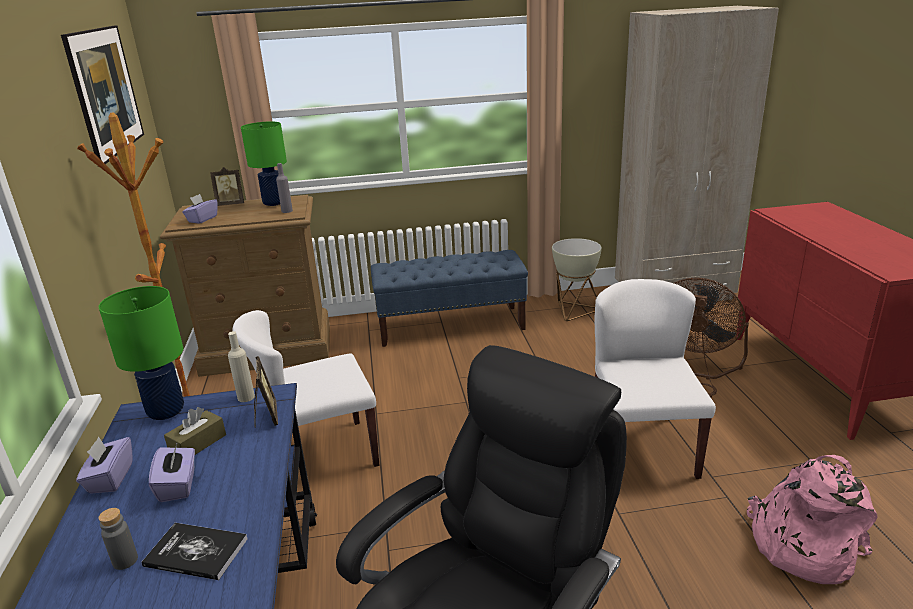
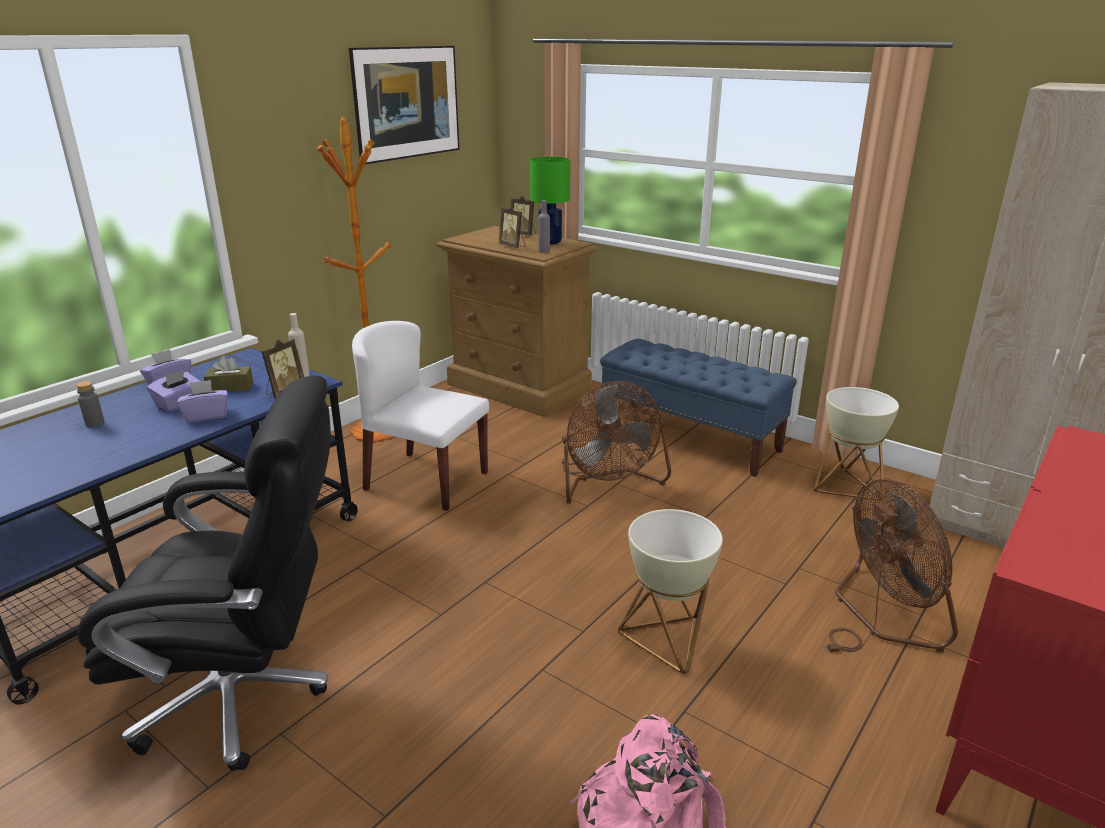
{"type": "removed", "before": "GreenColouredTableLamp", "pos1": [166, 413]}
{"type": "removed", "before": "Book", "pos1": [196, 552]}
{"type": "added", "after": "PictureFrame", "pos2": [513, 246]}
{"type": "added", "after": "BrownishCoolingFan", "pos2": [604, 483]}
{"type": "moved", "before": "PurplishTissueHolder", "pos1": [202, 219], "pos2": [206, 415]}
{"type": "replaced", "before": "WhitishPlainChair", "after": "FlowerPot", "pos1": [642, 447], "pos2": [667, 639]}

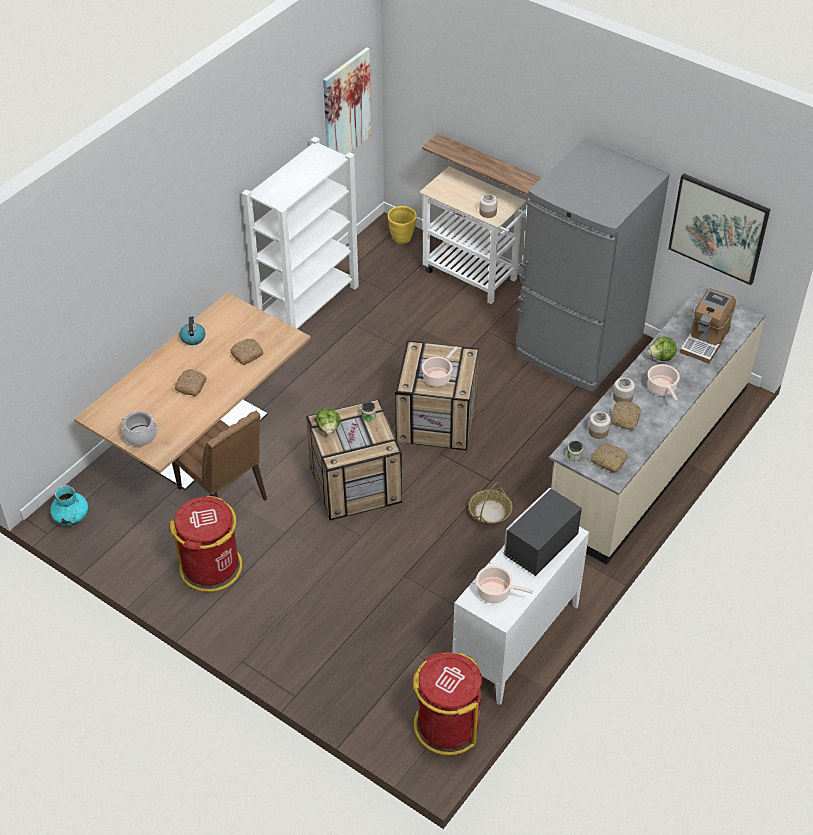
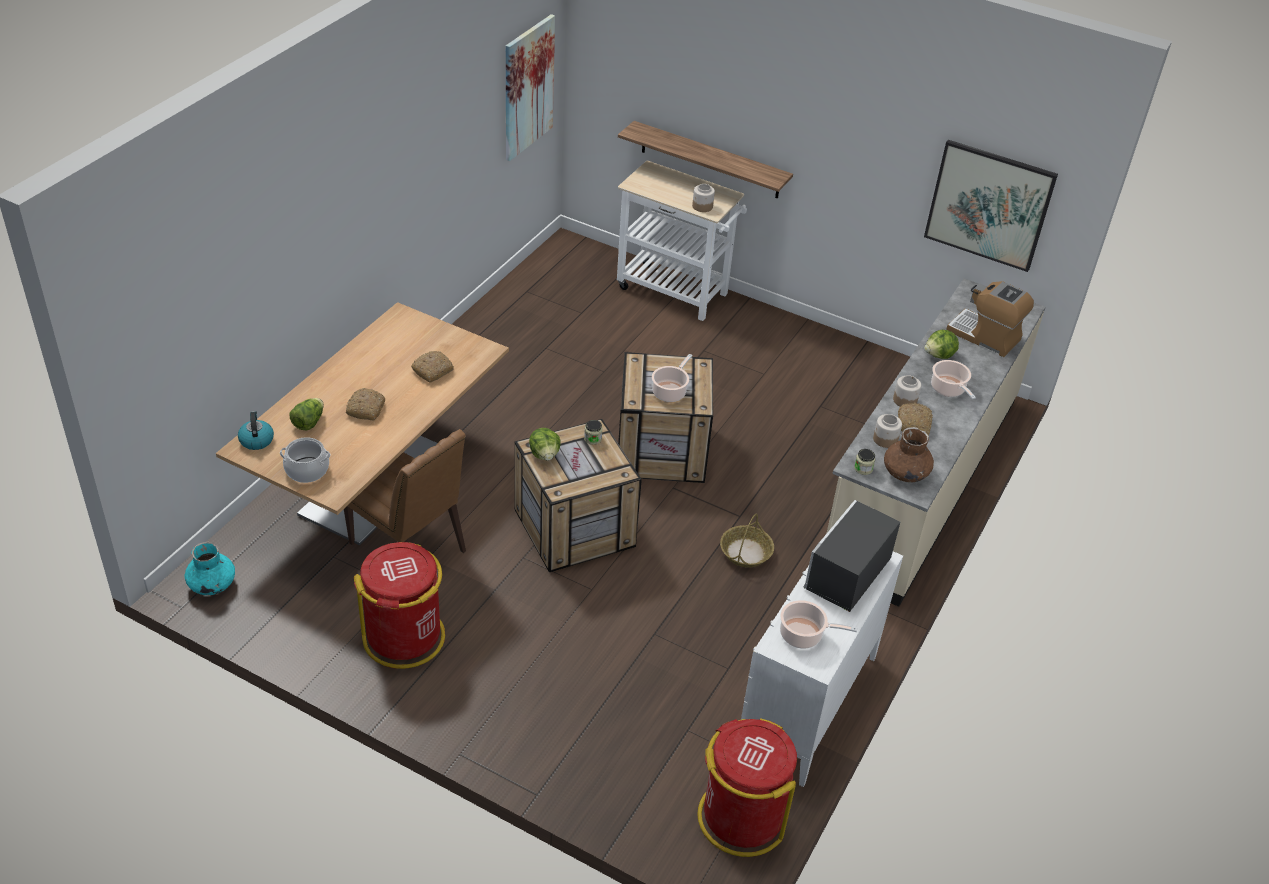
{"type": "removed", "before": "WhitishShelvingUnit", "pos1": [307, 305]}
{"type": "removed", "before": "YellowishFlowerPot", "pos1": [402, 239]}
{"type": "removed", "before": "GreyishKitchenFridge", "pos1": [578, 346]}
{"type": "added", "after": "LettuceHead", "pos2": [309, 422]}
{"type": "moved", "before": "WaterKettle", "pos1": [193, 337], "pos2": [256, 440]}
{"type": "replaced", "before": "BakeryBread", "after": "BrownishFlowerVase", "pos1": [608, 461], "pos2": [905, 472]}
{"type": "turned", "before": "CoffeeMaker", "pos1": [705, 341], "pos2": [985, 336], "turn": 105}

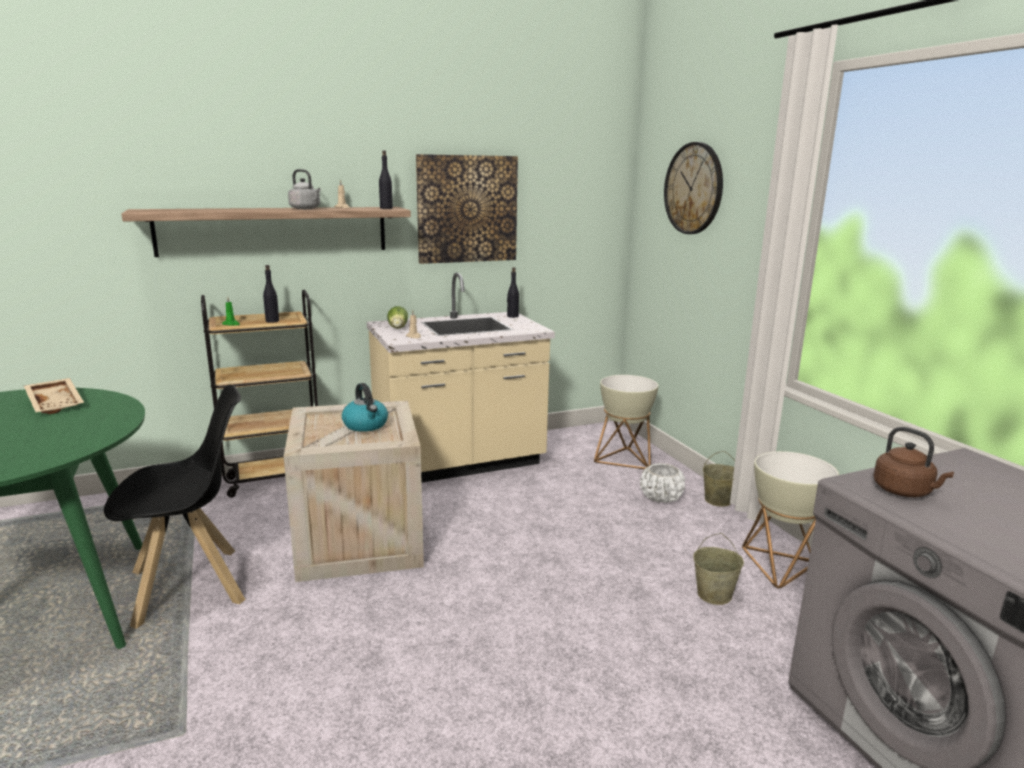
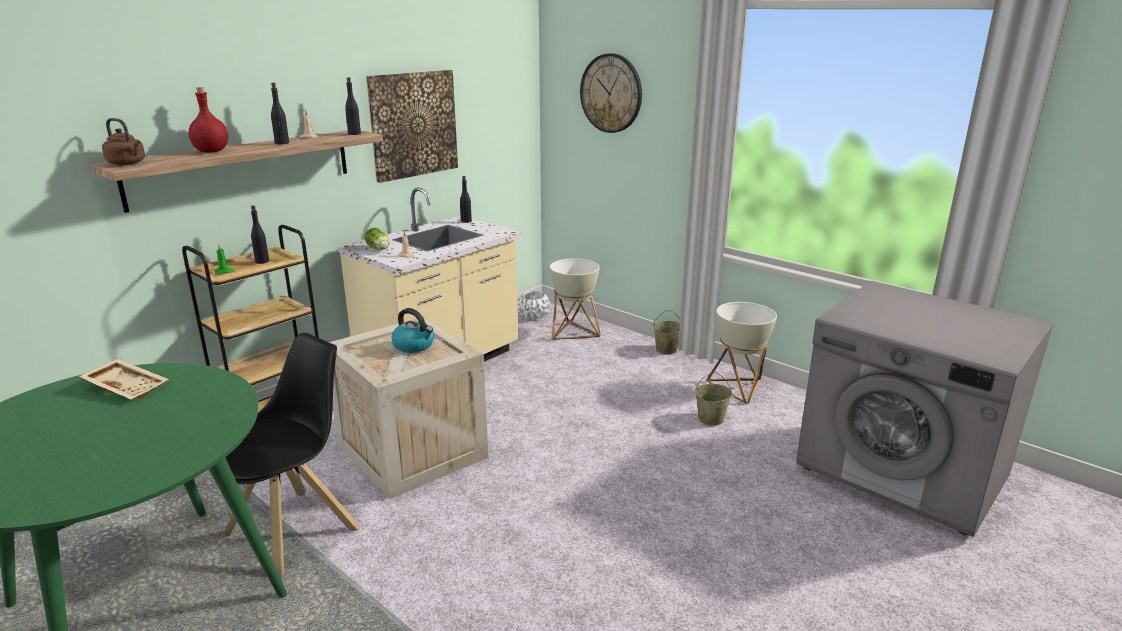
{"type": "added", "after": "RedBottle", "pos2": [212, 151]}
{"type": "moved", "before": "WhitishFlowerPot", "pos1": [661, 497], "pos2": [534, 316]}
{"type": "moved", "before": "BrownishWaterKettle", "pos1": [905, 491], "pos2": [128, 163]}
{"type": "replaced", "before": "GreyishWaterKettle", "after": "BlackColouredBottle", "pos1": [306, 209], "pos2": [282, 143]}

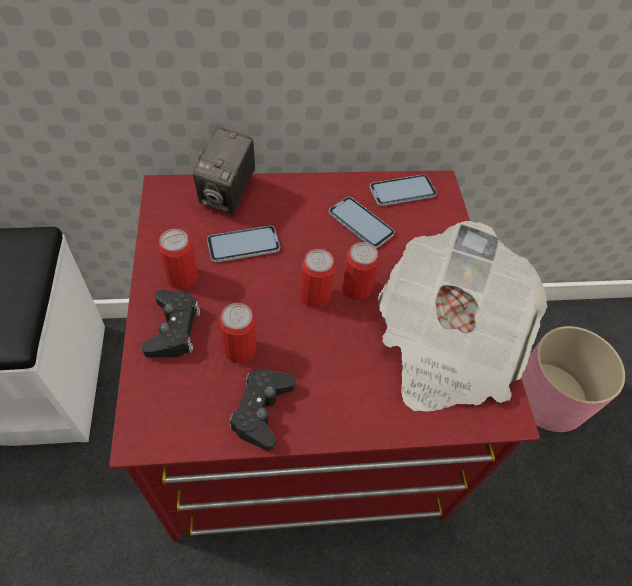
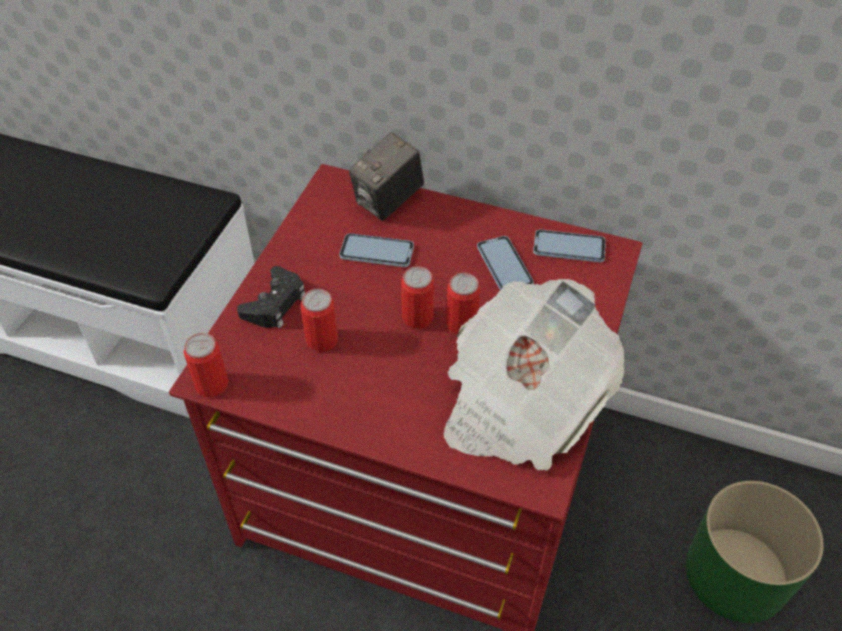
{"type": "removed", "before": "BlackColouredGamepad", "pos1": [262, 410]}
{"type": "moved", "before": "SealedCan", "pos1": [182, 277], "pos2": [212, 384]}
{"type": "recoloured", "before": "PinkFlowerPot", "after": "GreenColouredFlowerPot", "pos1": [550, 396], "pos2": [737, 575]}

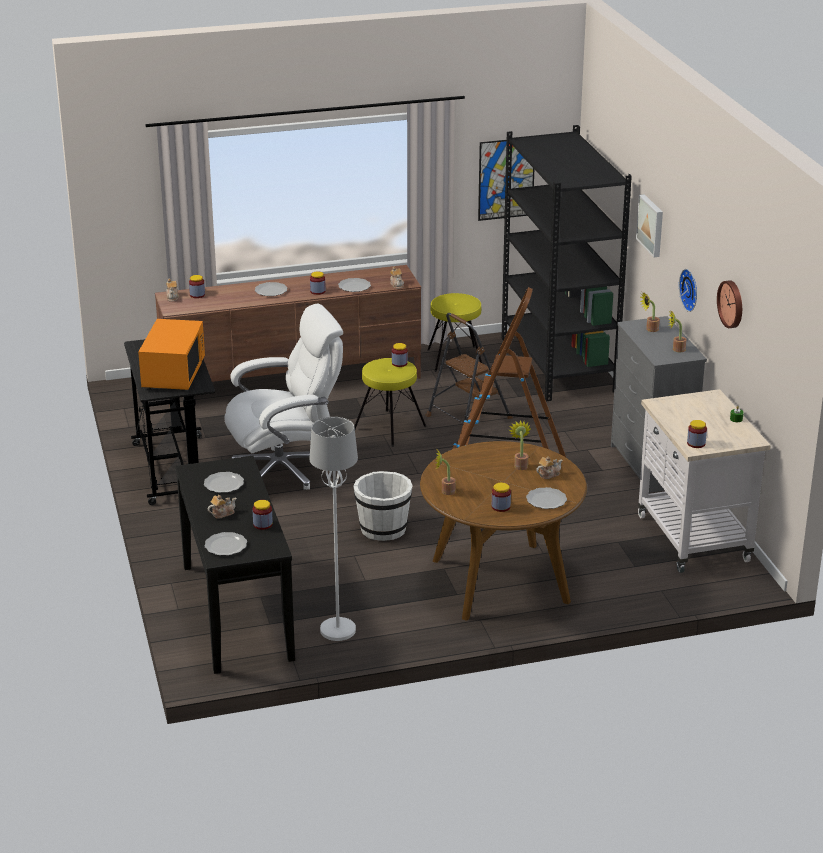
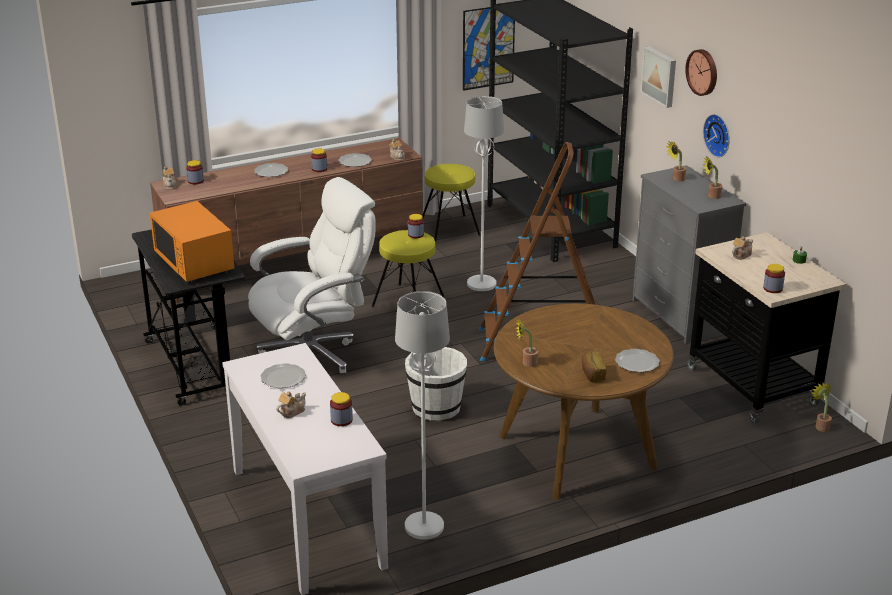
{"type": "removed", "before": "DinnerPlate", "pos1": [225, 545]}
{"type": "moved", "before": "PottedPlant", "pos1": [520, 465], "pos2": [821, 426]}
{"type": "moved", "before": "PotForTea", "pos1": [548, 474], "pos2": [741, 255]}
{"type": "moved", "before": "ClockOnTheWall", "pos1": [732, 304], "pos2": [703, 72]}
{"type": "replaced", "before": "BrownishStepladder", "after": "WhitishFloorLamp", "pos1": [466, 417], "pos2": [481, 284]}
{"type": "replaced", "before": "Jar", "after": "BakeryBread", "pos1": [501, 507], "pos2": [592, 374]}
{"type": "recoloured", "before": "BlackColouredHallTable", "after": "WhitishHallTable", "pos1": [236, 612], "pos2": [306, 518]}
{"type": "recoloured", "before": "WhitishTrolley", "after": "BlackColouredTrolley", "pos1": [694, 539], "pos2": [752, 387]}
{"type": "turned", "before": "OrangeyKitchenMicrowave", "pos1": [173, 374], "pos2": [195, 263], "turn": 150}

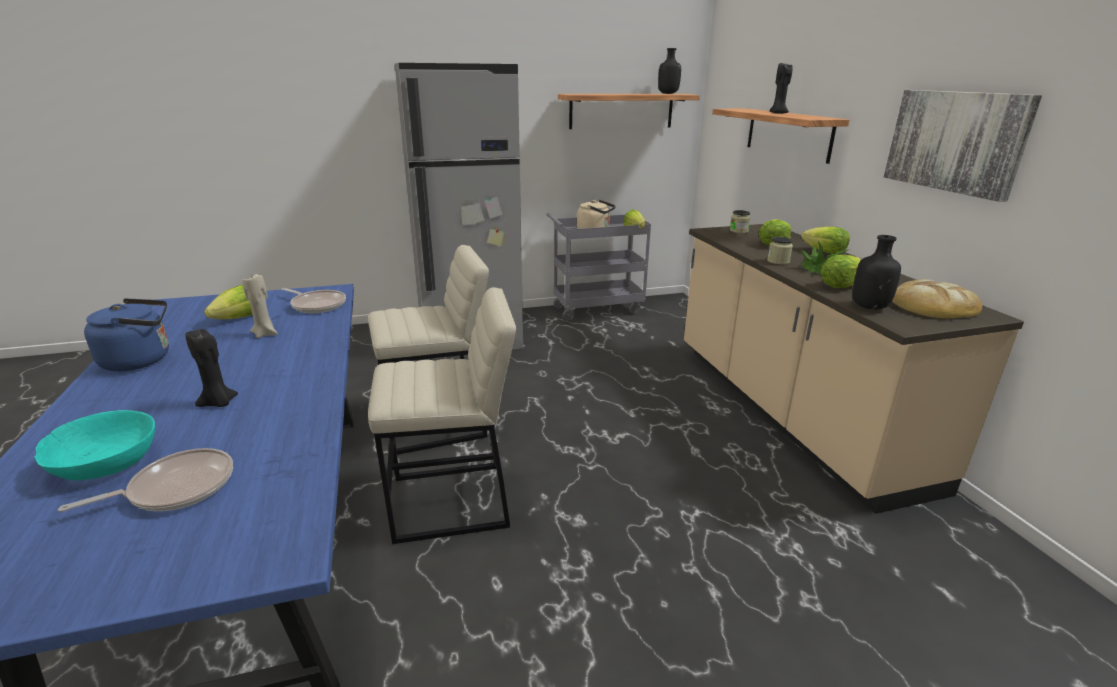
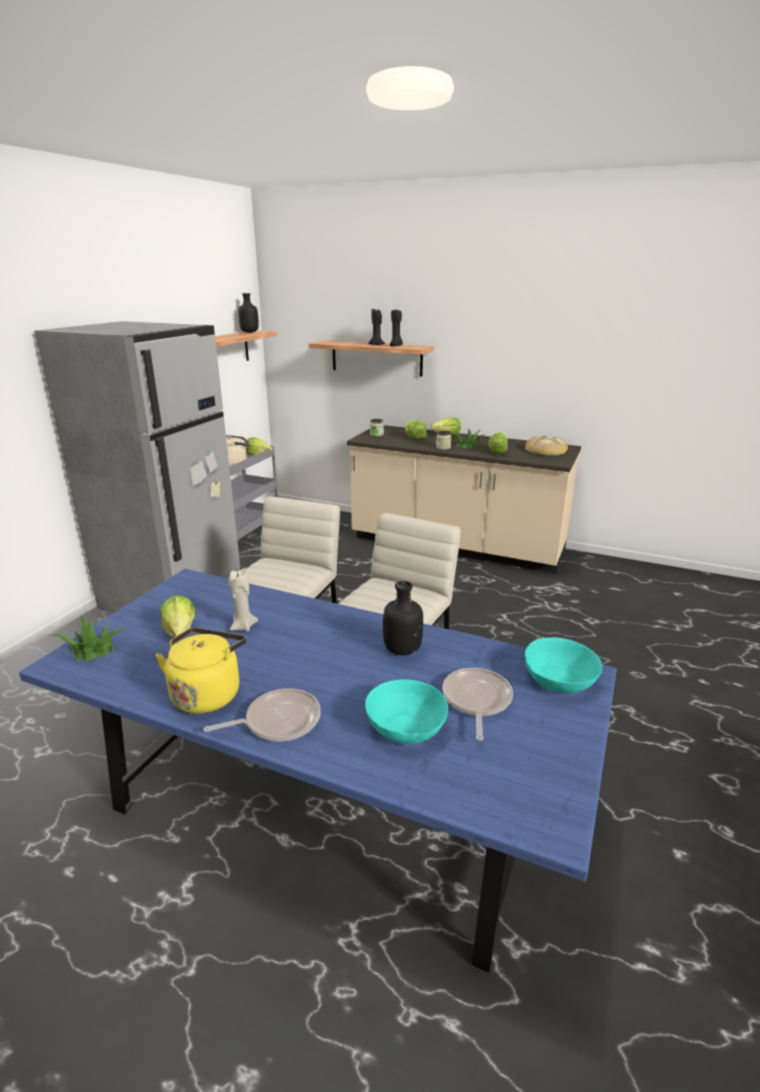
{"type": "removed", "before": "WallPicture", "pos1": [955, 141]}
{"type": "added", "after": "PottedPlant", "pos2": [92, 650]}
{"type": "added", "after": "BlueGreenDeepDish", "pos2": [560, 679]}
{"type": "moved", "before": "BlackColouredWaxLight", "pos1": [219, 403], "pos2": [396, 346]}
{"type": "moved", "before": "Skillet", "pos1": [317, 305], "pos2": [278, 721]}
{"type": "moved", "before": "BlackColouredBottle", "pos1": [868, 307], "pos2": [401, 650]}
{"type": "recoloured", "before": "BluishWaterKettle", "after": "YellowishWaterKettle", "pos1": [141, 360], "pos2": [207, 693]}

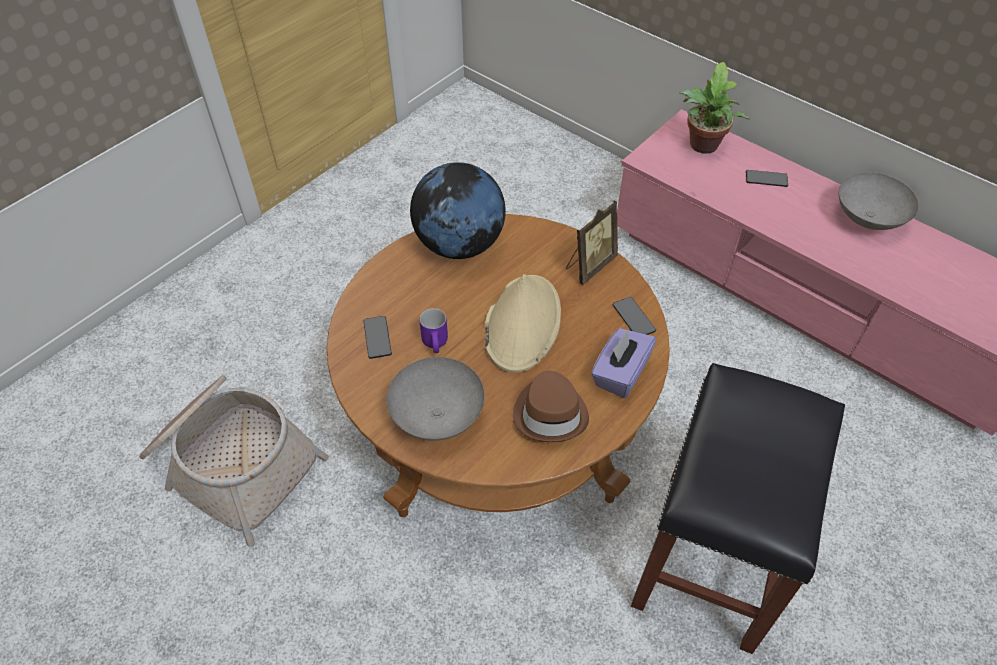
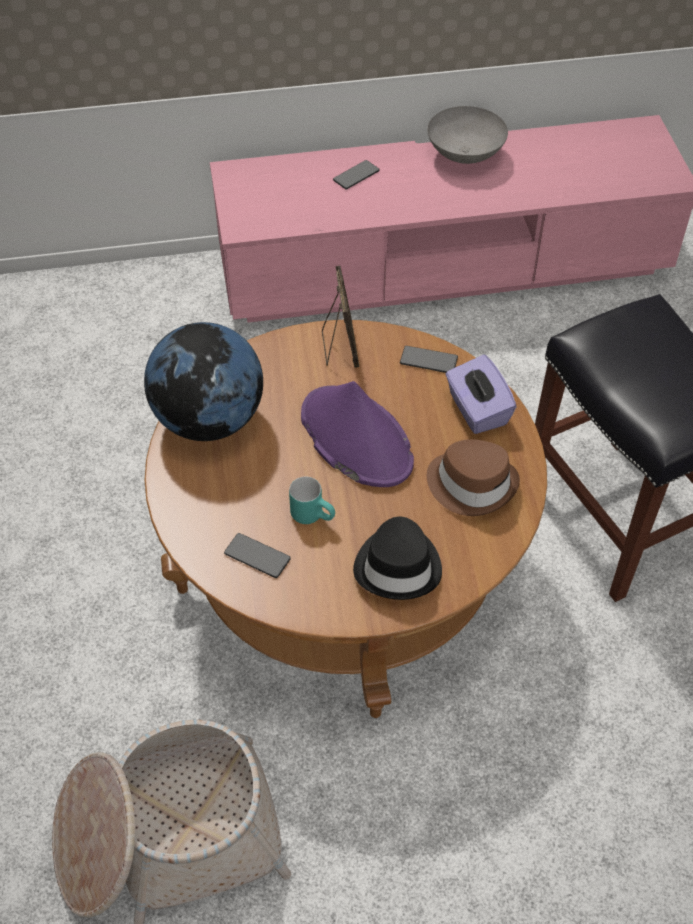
{"type": "removed", "before": "PottedPlant", "pos1": [702, 147]}
{"type": "replaced", "before": "GreyishDeepDish", "after": "BlackColouredWearableHat", "pos1": [439, 417], "pos2": [399, 566]}
{"type": "recoloured", "before": "PurplishTeaMug", "after": "BlueGreenTeaMug", "pos1": [437, 344], "pos2": [314, 515]}
{"type": "recoloured", "before": "BeigeColouredWearableHat", "after": "PurplishWearableHat", "pos1": [522, 323], "pos2": [355, 438]}

